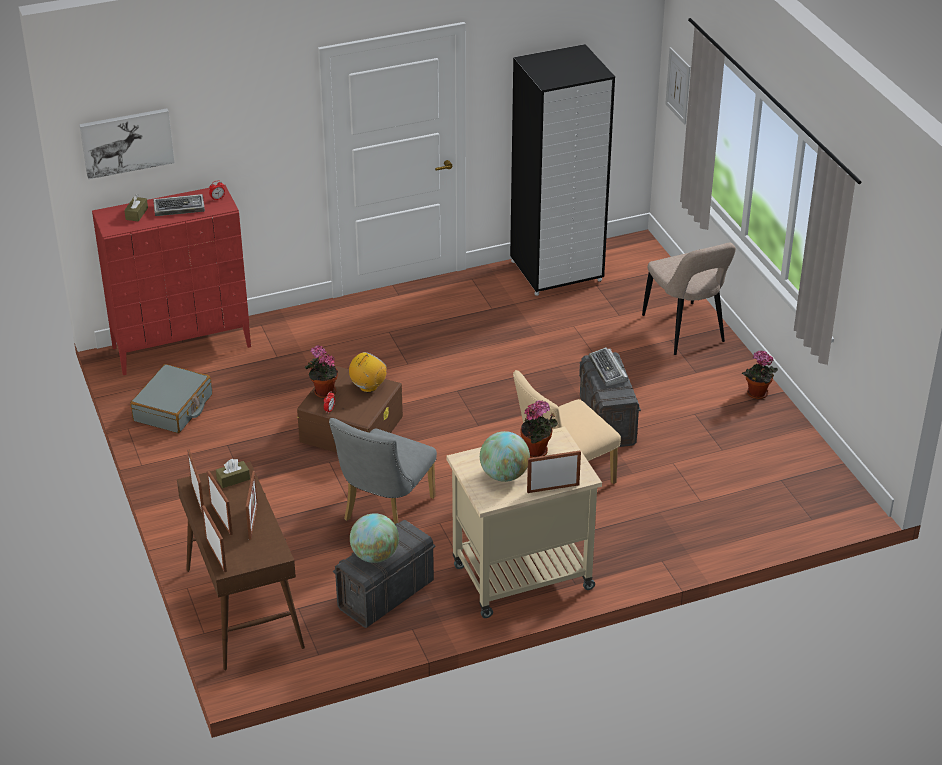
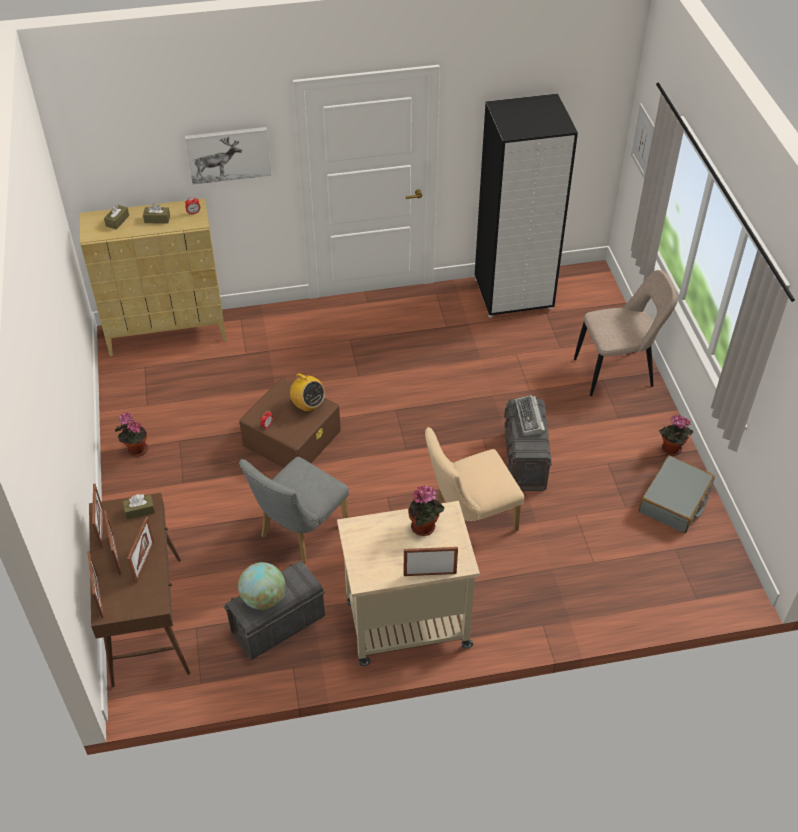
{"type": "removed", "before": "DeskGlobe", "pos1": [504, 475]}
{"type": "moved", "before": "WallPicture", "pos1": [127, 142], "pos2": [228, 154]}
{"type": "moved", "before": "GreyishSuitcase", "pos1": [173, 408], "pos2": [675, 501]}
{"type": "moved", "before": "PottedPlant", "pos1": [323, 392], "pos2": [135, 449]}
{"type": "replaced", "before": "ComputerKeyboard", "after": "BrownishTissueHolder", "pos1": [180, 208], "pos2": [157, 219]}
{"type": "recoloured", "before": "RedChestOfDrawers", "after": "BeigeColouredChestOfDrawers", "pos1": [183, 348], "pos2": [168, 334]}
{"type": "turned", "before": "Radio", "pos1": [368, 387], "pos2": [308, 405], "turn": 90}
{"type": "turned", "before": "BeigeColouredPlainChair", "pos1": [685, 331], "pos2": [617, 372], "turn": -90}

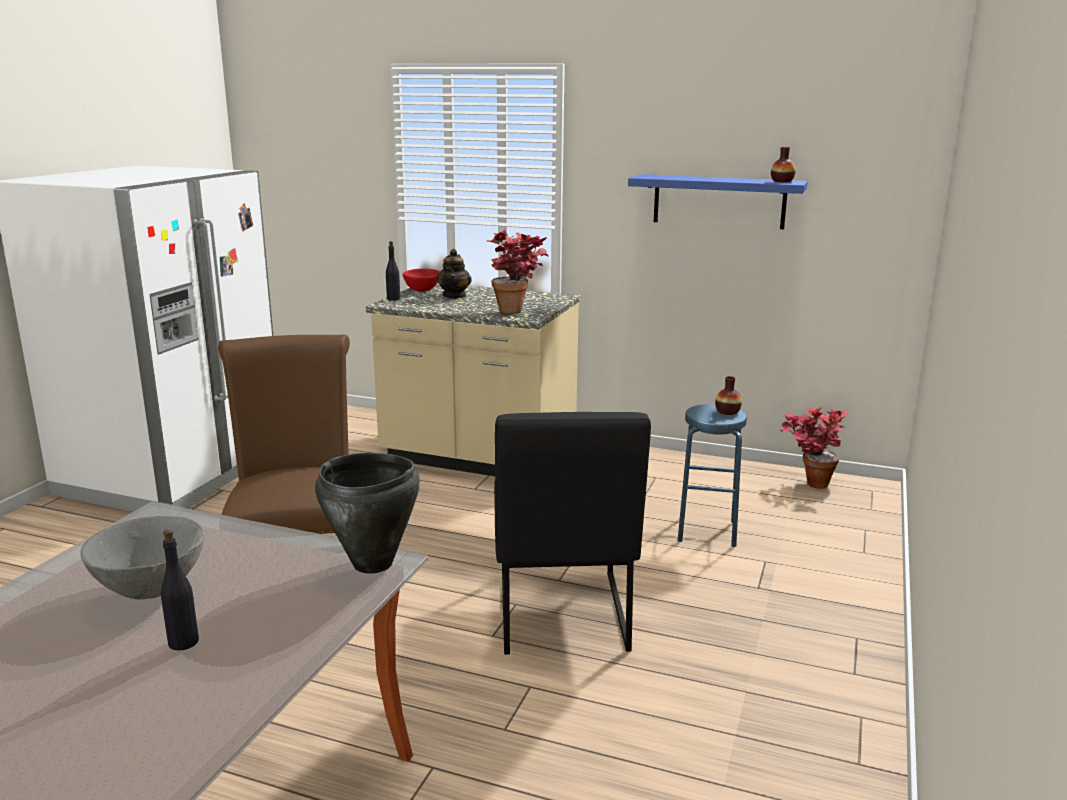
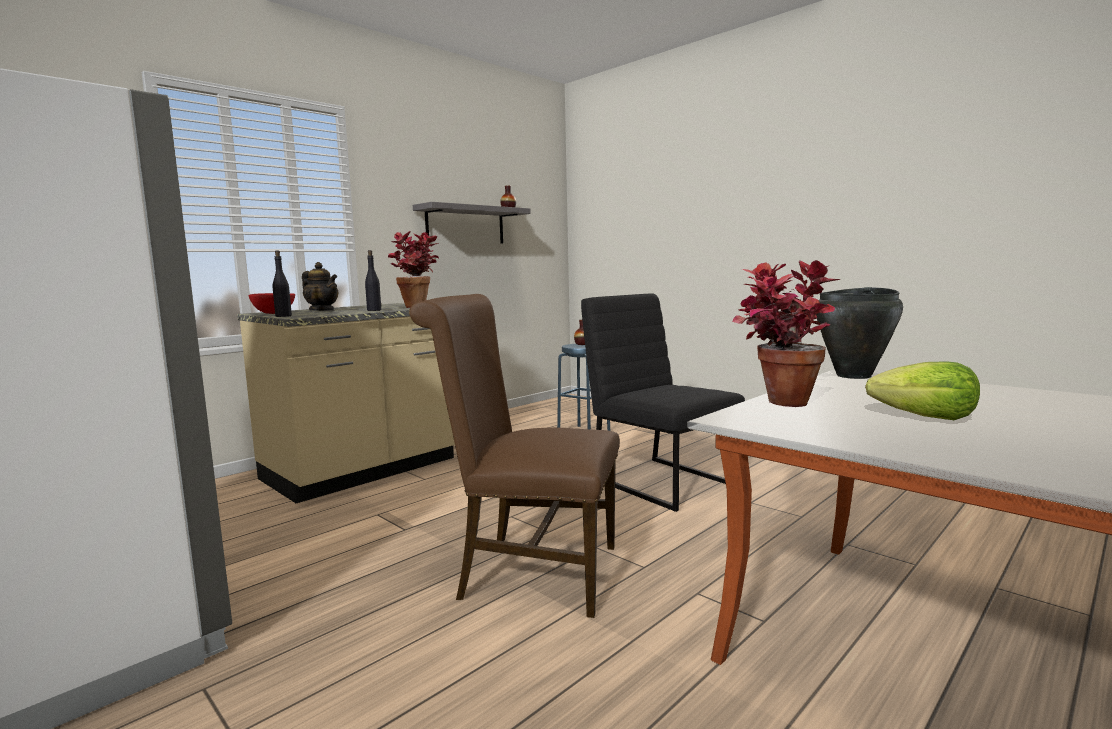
{"type": "moved", "before": "BlackColouredBottle", "pos1": [184, 642], "pos2": [374, 310]}
{"type": "moved", "before": "PottedPlant", "pos1": [809, 482], "pos2": [778, 405]}
{"type": "replaced", "before": "GreyishDeepDish", "after": "LettuceHead", "pos1": [150, 590], "pos2": [925, 417]}
{"type": "recoloured", "before": "BluishWallShelf", "after": "GreyishWallShelf", "pos1": [719, 201], "pos2": [465, 225]}
{"type": "turned", "before": "BlackColouredPlainChair", "pos1": [561, 614], "pos2": [661, 481], "turn": -150}

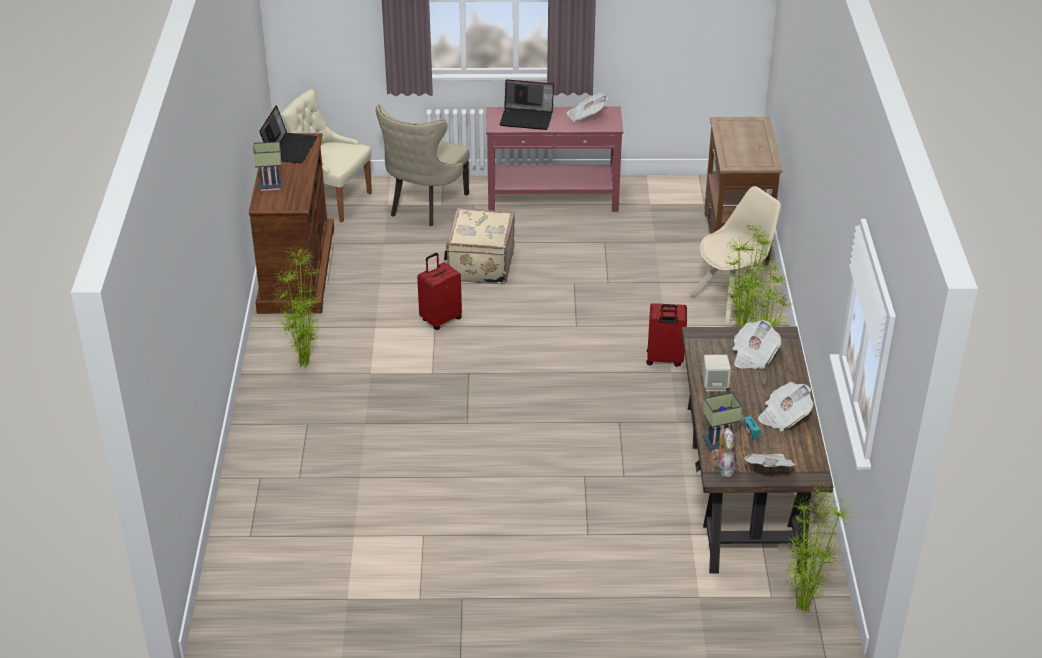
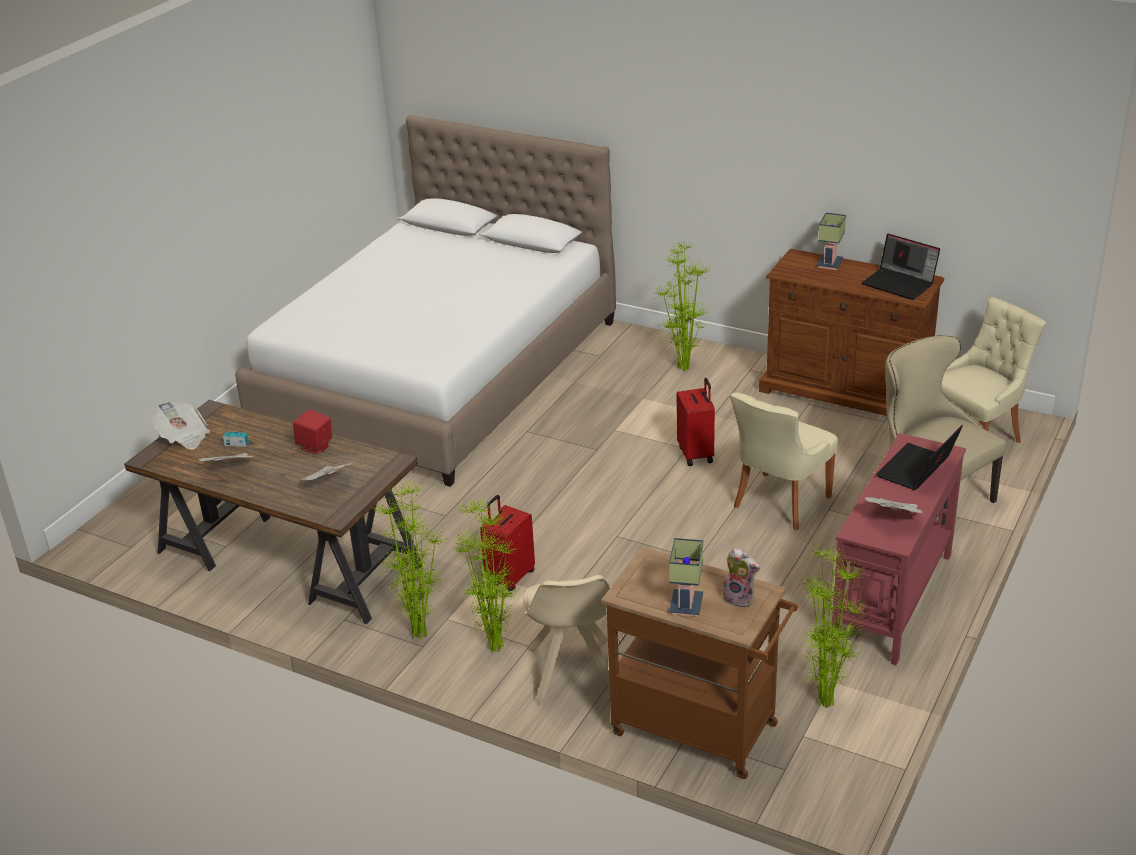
{"type": "added", "after": "WhitishBed", "pos2": [440, 373]}
{"type": "moved", "before": "TableLamp", "pos1": [719, 441], "pos2": [688, 606]}
{"type": "moved", "before": "CuddlyToy", "pos1": [723, 467], "pos2": [740, 598]}
{"type": "moved", "before": "PottedPlant", "pos1": [803, 610], "pos2": [823, 703]}
{"type": "replaced", "before": "BeigeColouredSuitcase", "after": "BeigeColouredPlainChair", "pos1": [479, 265], "pos2": [779, 503]}
{"type": "recoloured", "before": "BeigeColouredAudioSpeaker", "after": "RedAudioSpeaker", "pos1": [715, 385], "pos2": [315, 446]}

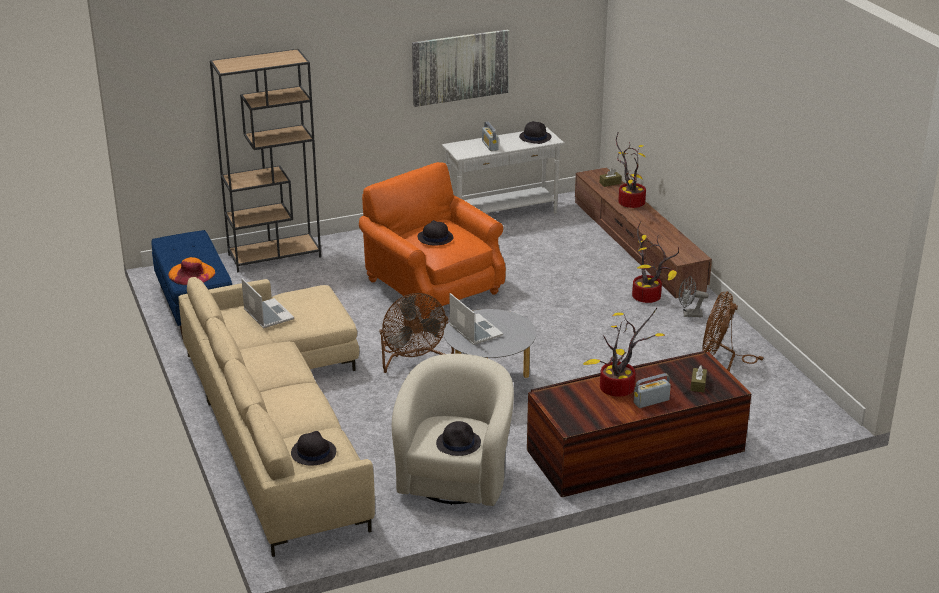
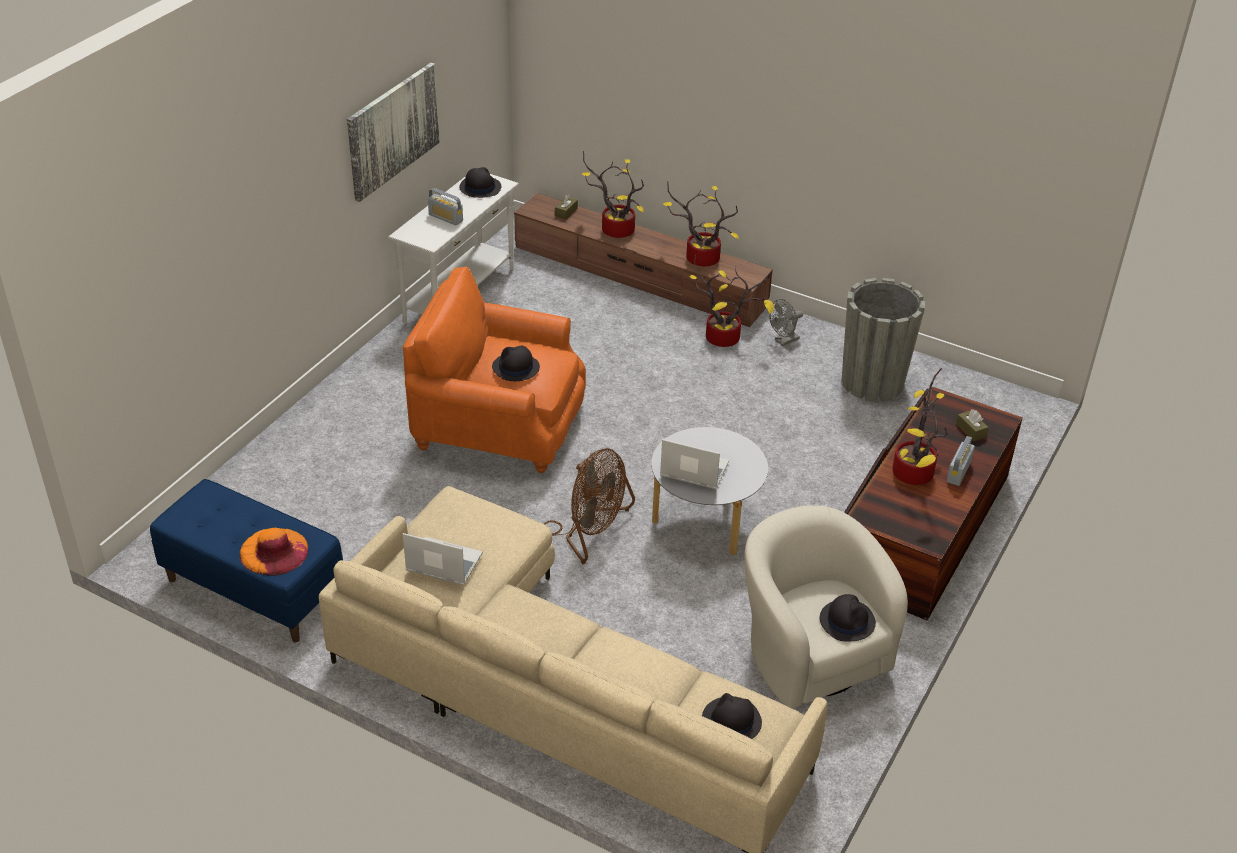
{"type": "removed", "before": "ShelvingUnit", "pos1": [275, 255]}
{"type": "added", "after": "PottedPlant", "pos2": [699, 259]}
{"type": "replaced", "before": "BrownishCoolingFan", "after": "GreyishFlowerPot", "pos1": [721, 360], "pos2": [872, 382]}

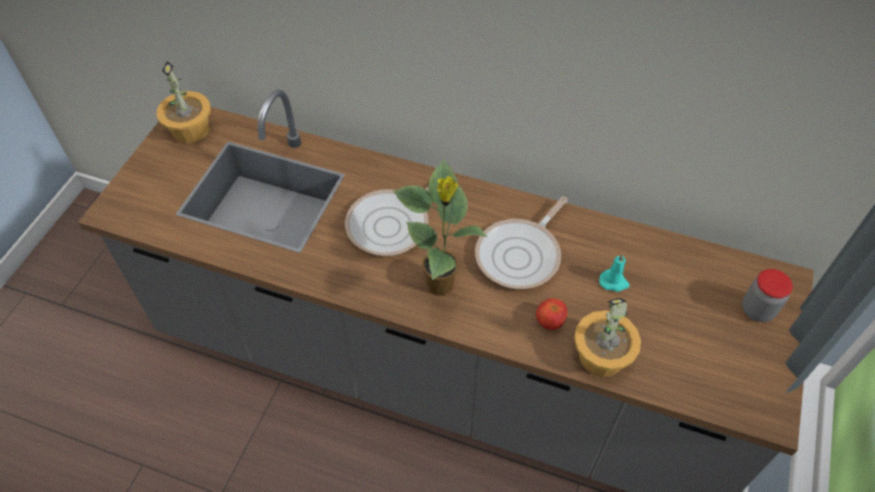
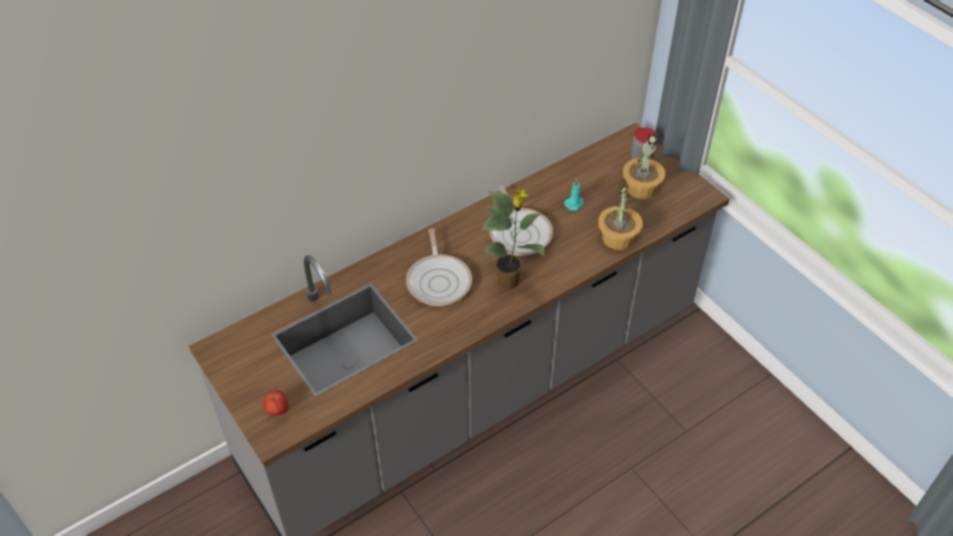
{"type": "moved", "before": "PottedPlant", "pos1": [191, 129], "pos2": [641, 188]}
{"type": "moved", "before": "WholeTomato", "pos1": [549, 321], "pos2": [277, 409]}

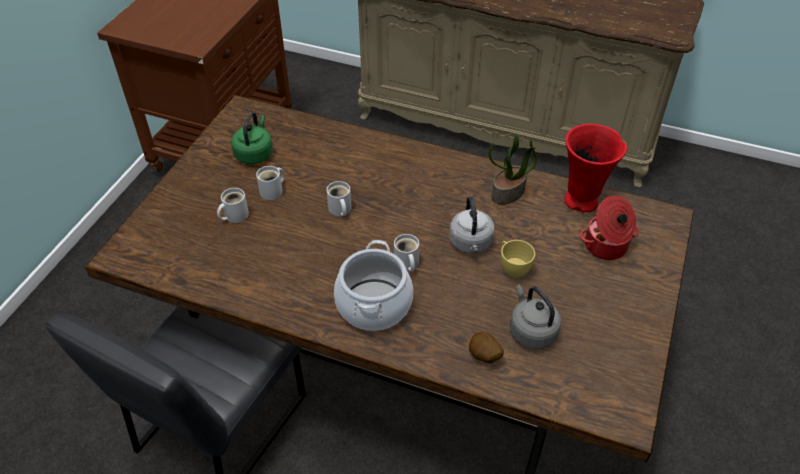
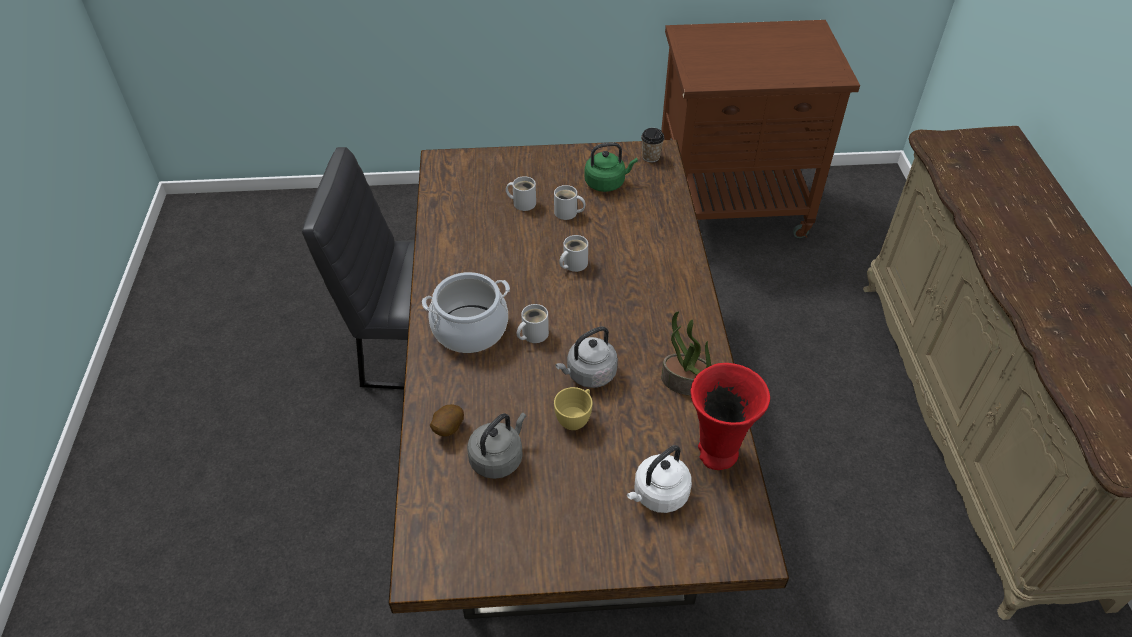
{"type": "added", "after": "Cup", "pos2": [651, 157]}
{"type": "replaced", "before": "Stockpot", "after": "WhitishWaterKettle", "pos1": [606, 247], "pos2": [658, 495]}

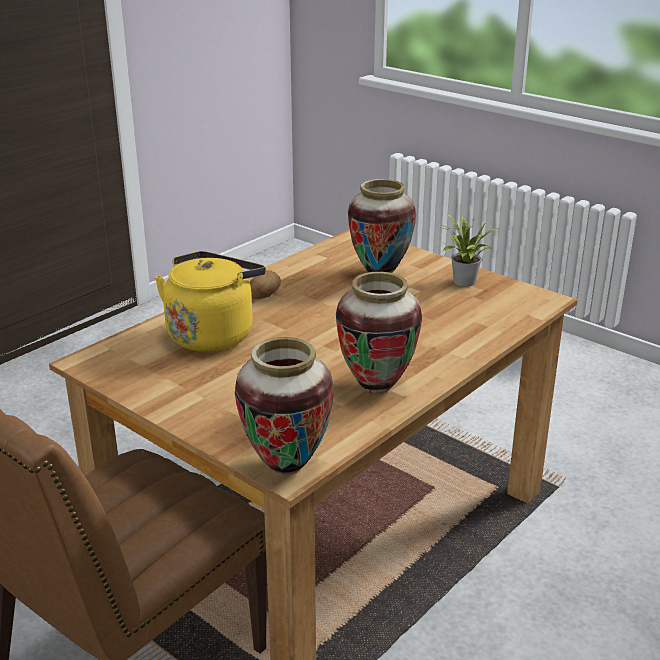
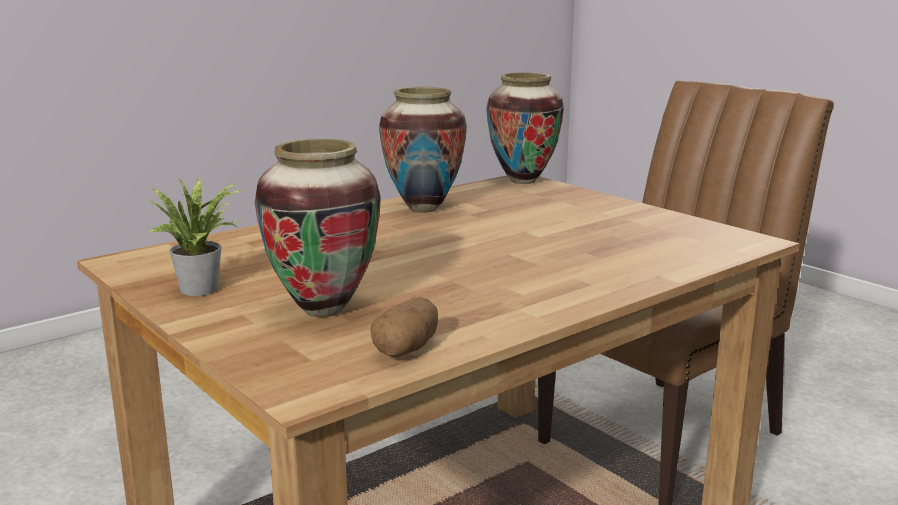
{"type": "removed", "before": "YellowishWaterKettle", "pos1": [213, 334]}
{"type": "moved", "before": "WholePotato", "pos1": [263, 296], "pos2": [407, 349]}

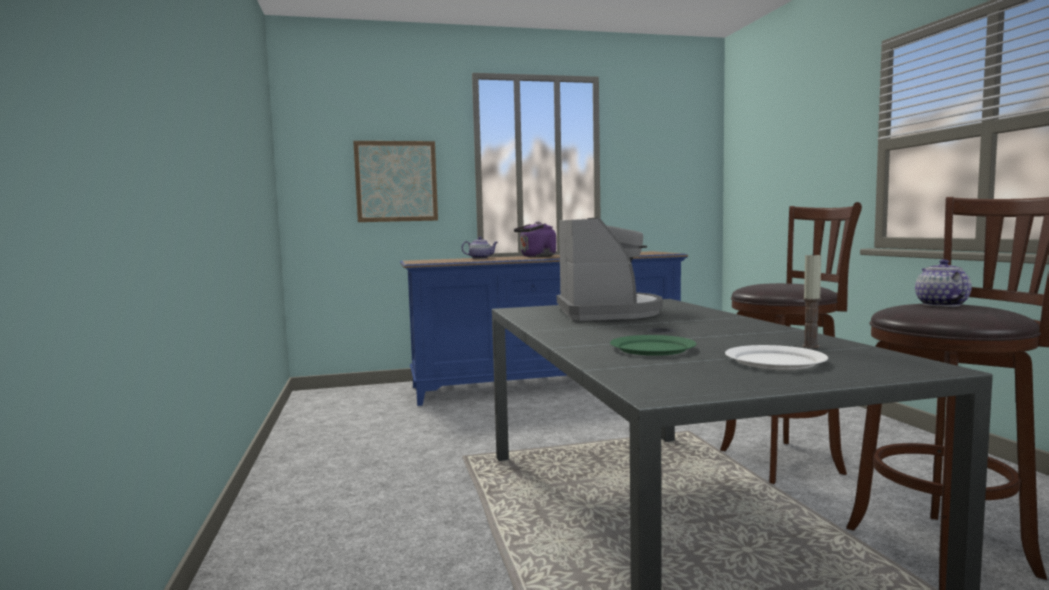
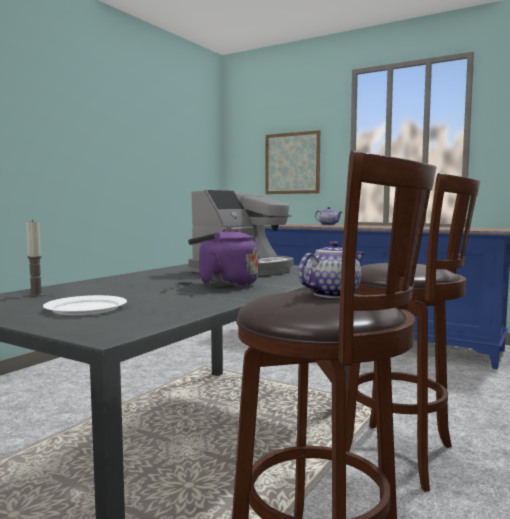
{"type": "removed", "before": "GreenColouredDinnerPlate", "pos1": [651, 348]}
{"type": "moved", "before": "PurplishWaterKettle", "pos1": [536, 257], "pos2": [224, 285]}
{"type": "moved", "before": "WaxLight", "pos1": [810, 346], "pos2": [36, 295]}

